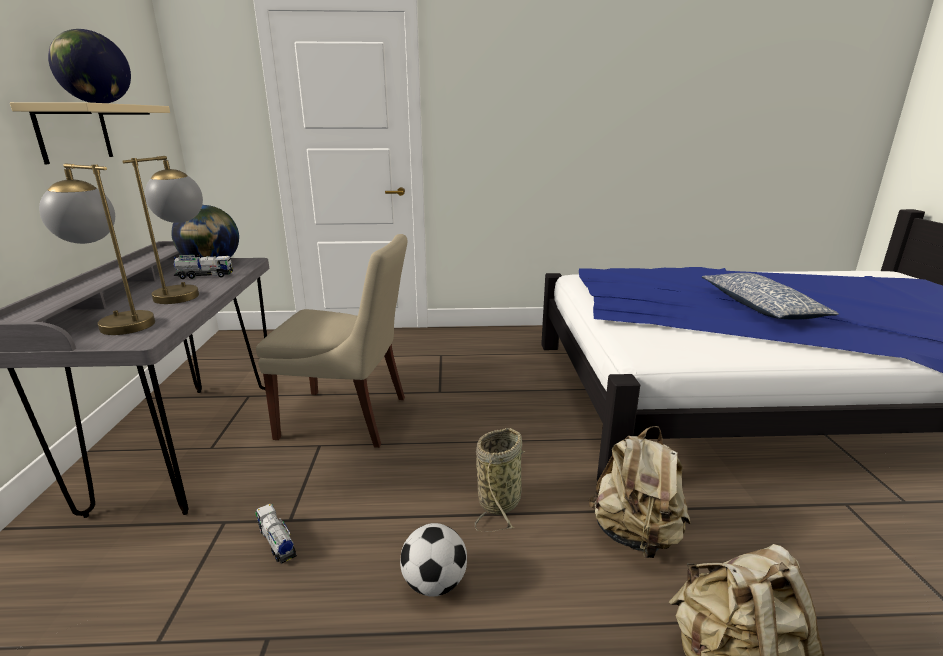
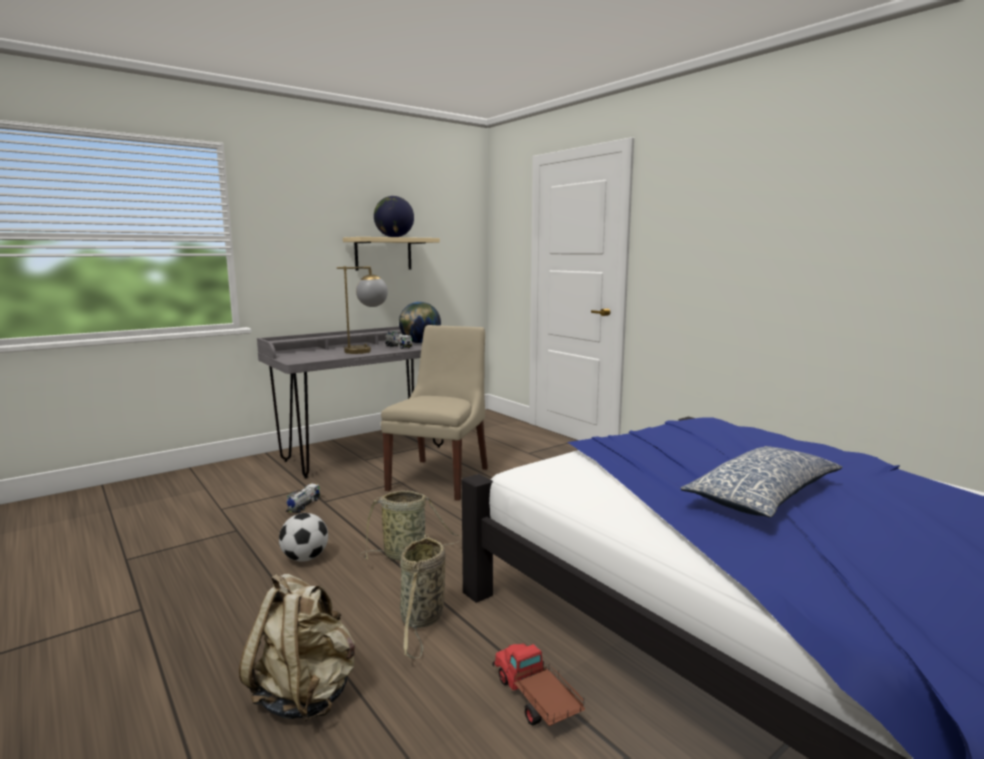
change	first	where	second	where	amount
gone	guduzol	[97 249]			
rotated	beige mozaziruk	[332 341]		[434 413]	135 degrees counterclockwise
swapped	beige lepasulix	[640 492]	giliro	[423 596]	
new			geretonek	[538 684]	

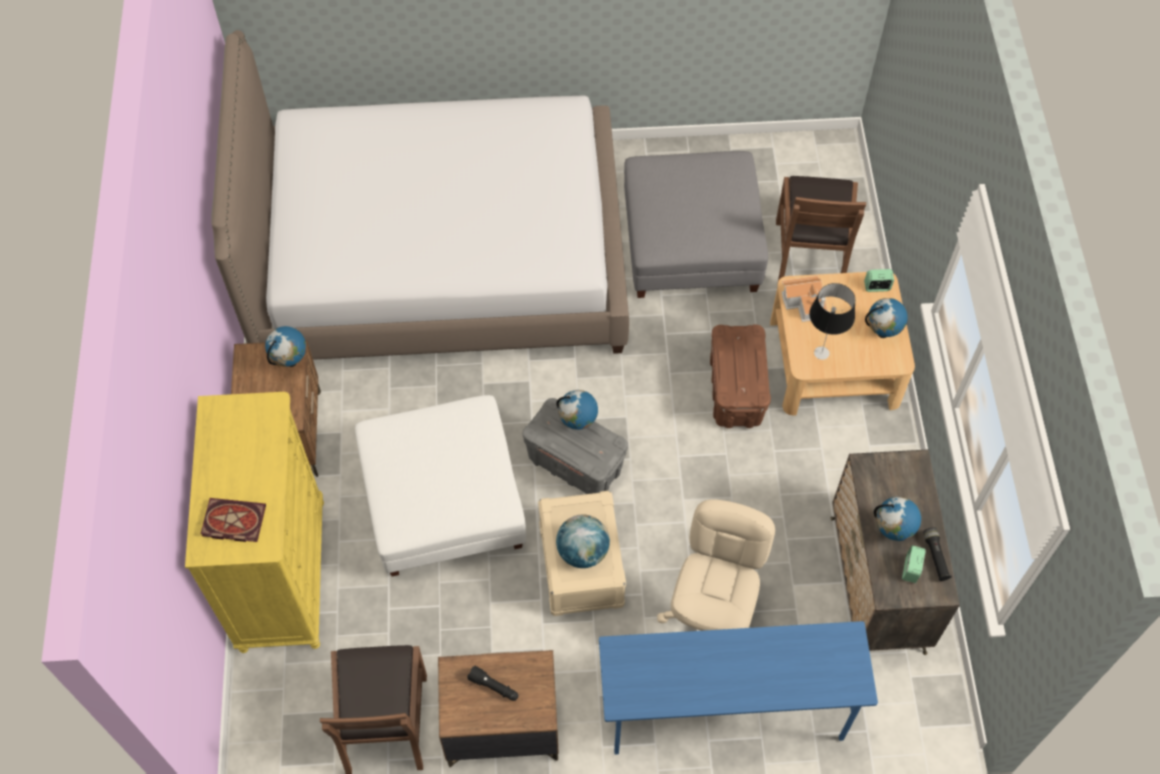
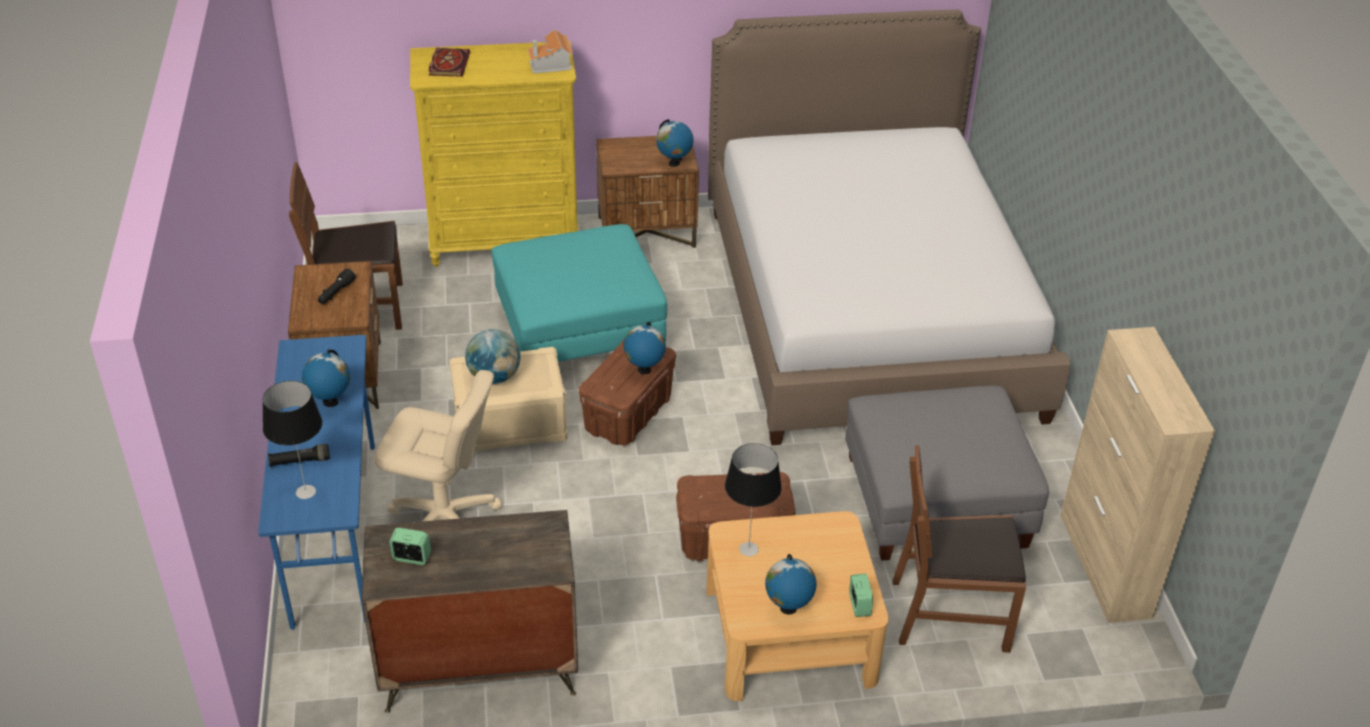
change	first	where	second	where	amount
shifted	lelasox	[804 299]		[550 51]	
repainted	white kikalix	[440 485]	turquoise kikalix	[579 293]	
repainted	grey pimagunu	[575 446]	brown pimagunu	[627 392]	
shifted	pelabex	[897 519]		[326 378]	
shifted	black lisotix	[937 554]		[299 455]	
new			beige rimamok	[1137 475]	
new			guduzol	[292 440]	

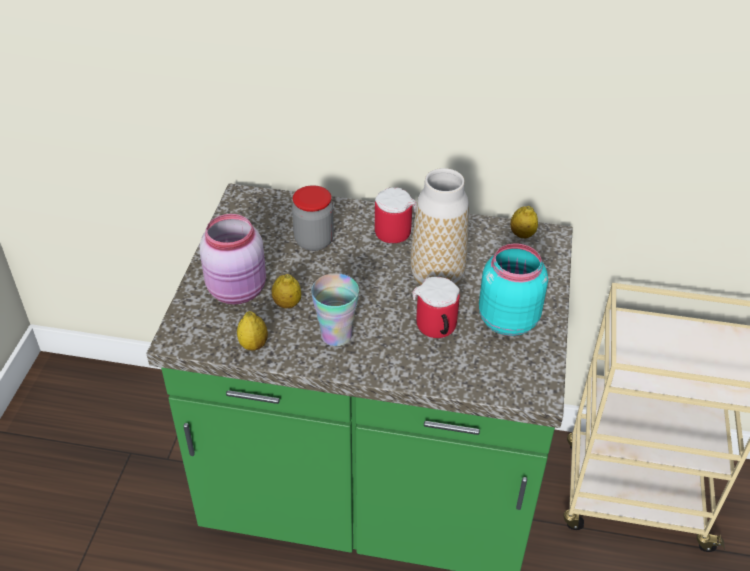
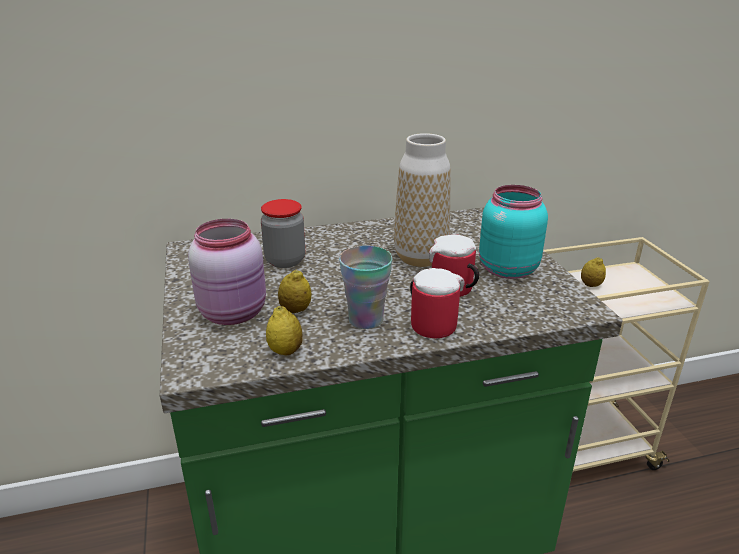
change	first	where	second	where	amount
shifted	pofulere	[396 215]		[437 303]	
shifted	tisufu	[524 222]		[593 272]	

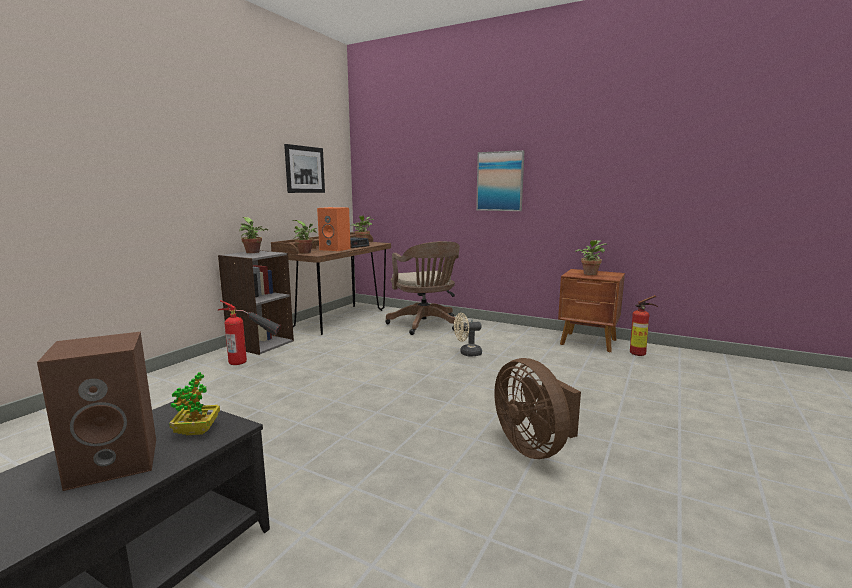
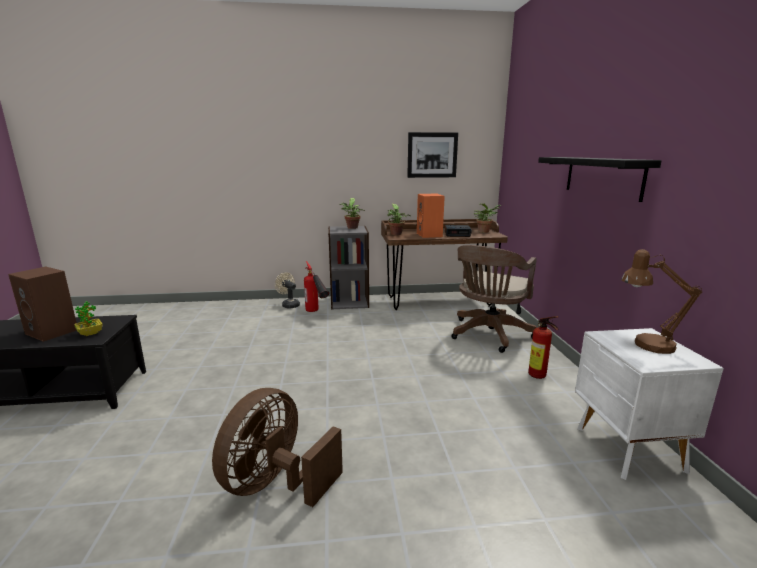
change	first	where	second	where	amount
swapped	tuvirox	[500 180]	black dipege	[600 179]	
swapped	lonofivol	[591 257]	brown guduzol	[662 301]	
repainted	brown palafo	[591 310]	white palafo	[649 404]	
shifted	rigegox	[644 325]		[543 347]	
shifted	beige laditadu	[468 334]		[287 290]	

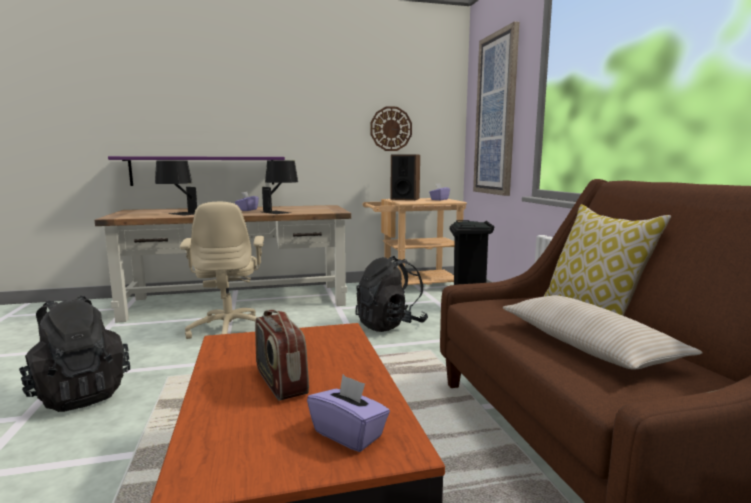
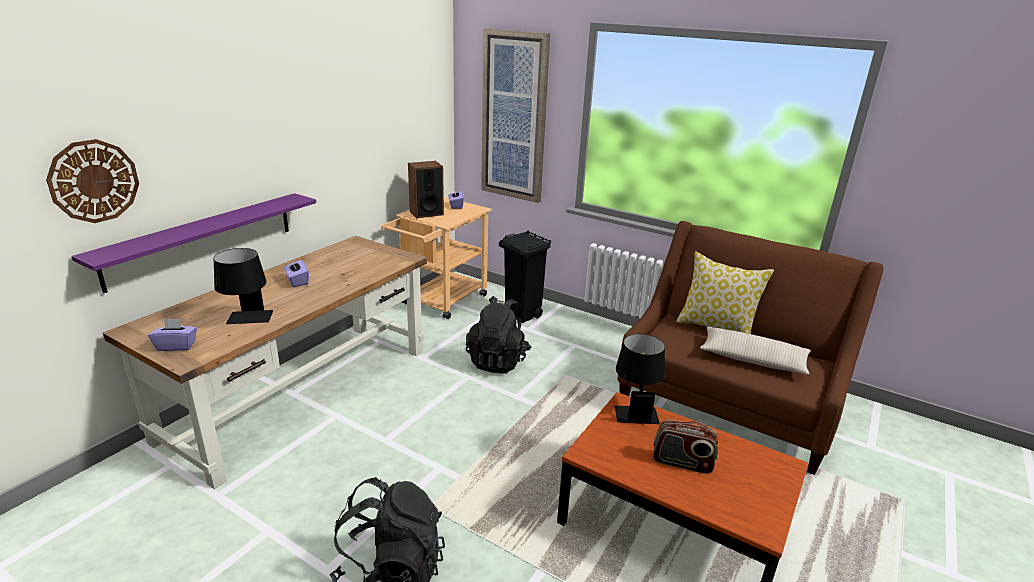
change	first	where	second	where	amount
shifted	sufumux	[391 128]		[92 181]	
shifted	black guduzol	[280 187]		[639 379]	
gone	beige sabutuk	[222 270]			
shifted	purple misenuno	[348 413]		[172 335]	

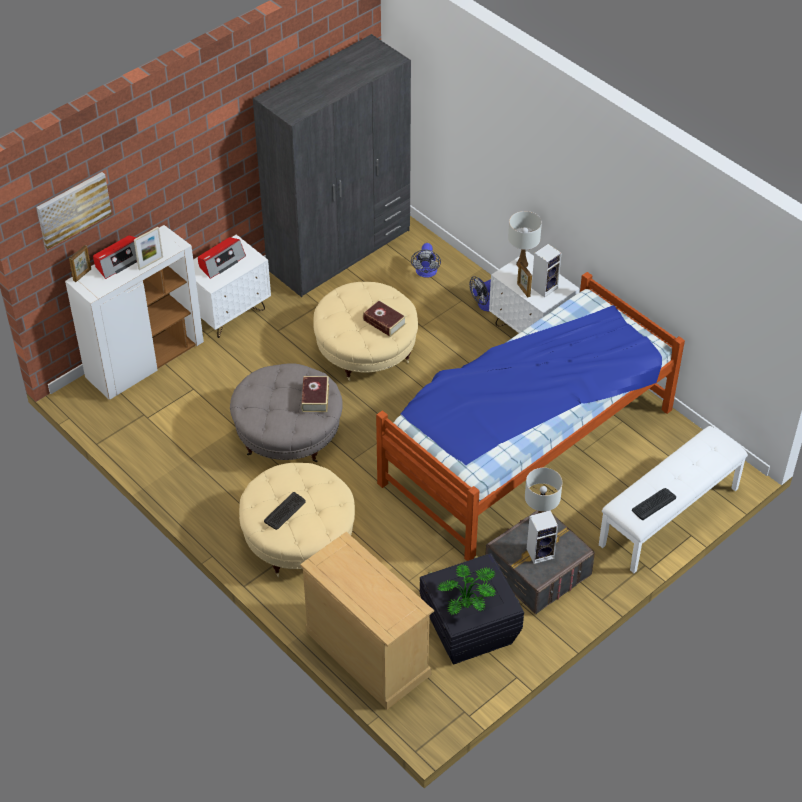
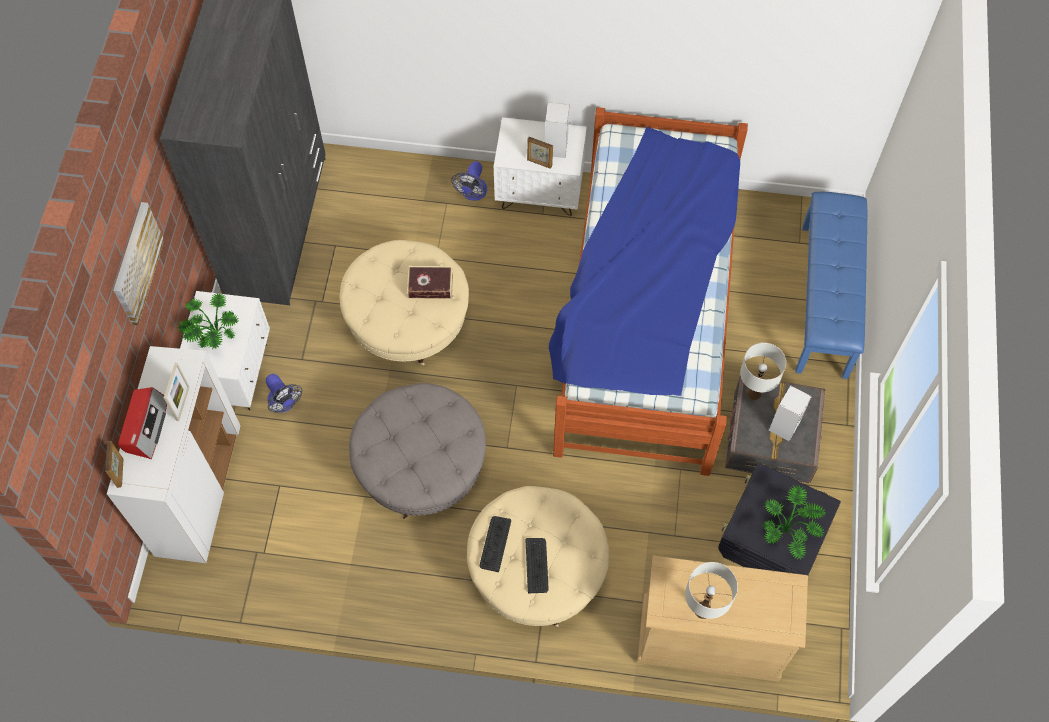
change	first	where	second	where	amount
shifted	tuvirox	[74 210]		[138 263]	
shifted	white guduzol	[525 239]		[711 590]	
swapped	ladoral	[222 258]	lonofivol	[207 321]	
shifted	laditadu	[426 260]		[284 393]	
gone	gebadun	[315 394]			
repainted	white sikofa	[673 499]	blue sikofa	[831 285]	
shifted	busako	[654 504]		[495 544]	

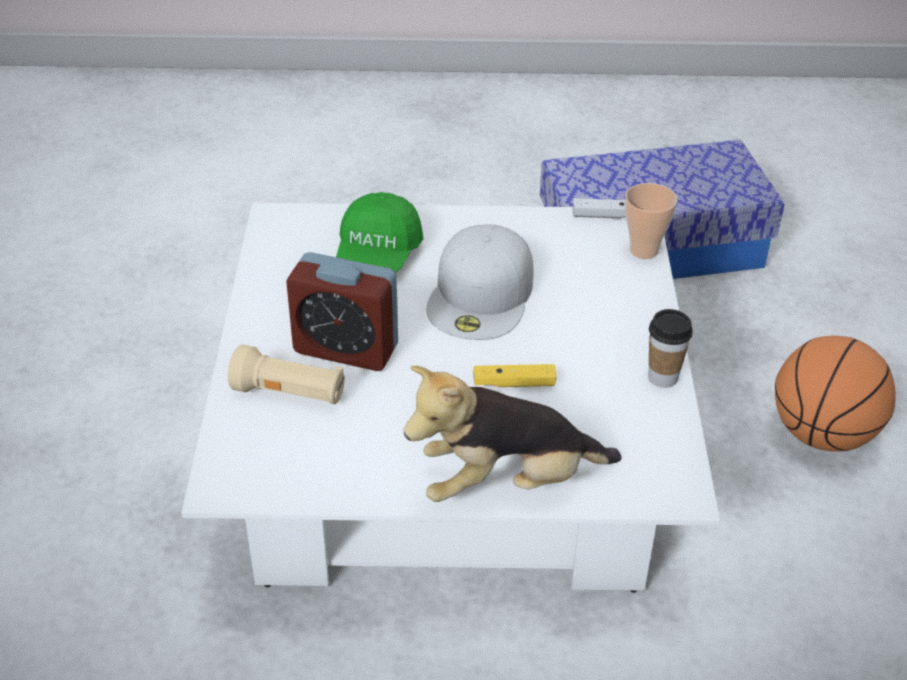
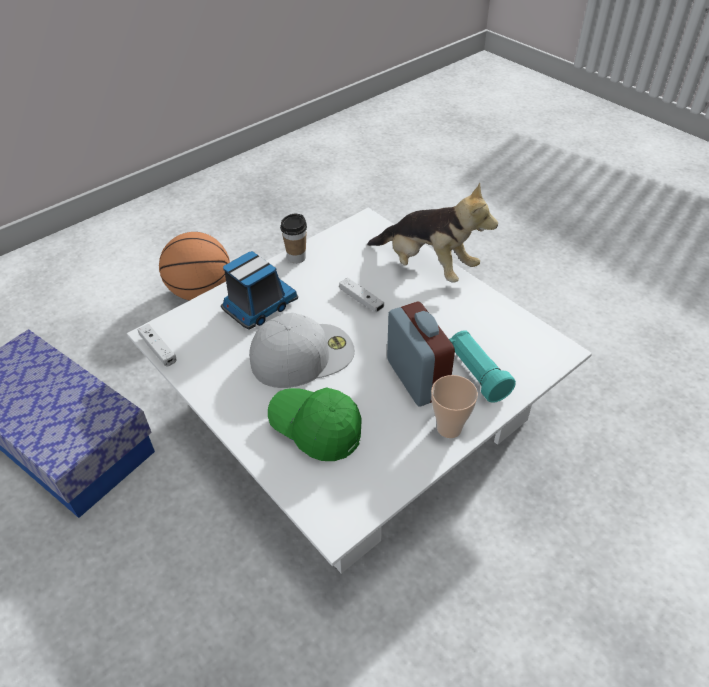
change	first	where	second	where	amount
shifted	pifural	[651 221]		[454 406]	
rotated	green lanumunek	[379 232]		[315 424]	120 degrees counterclockwise
repainted	beige lisotix	[286 374]	turquoise lisotix	[482 366]	
repainted	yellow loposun	[515 375]	white loposun	[361 295]	
new			geretonek	[259 290]	

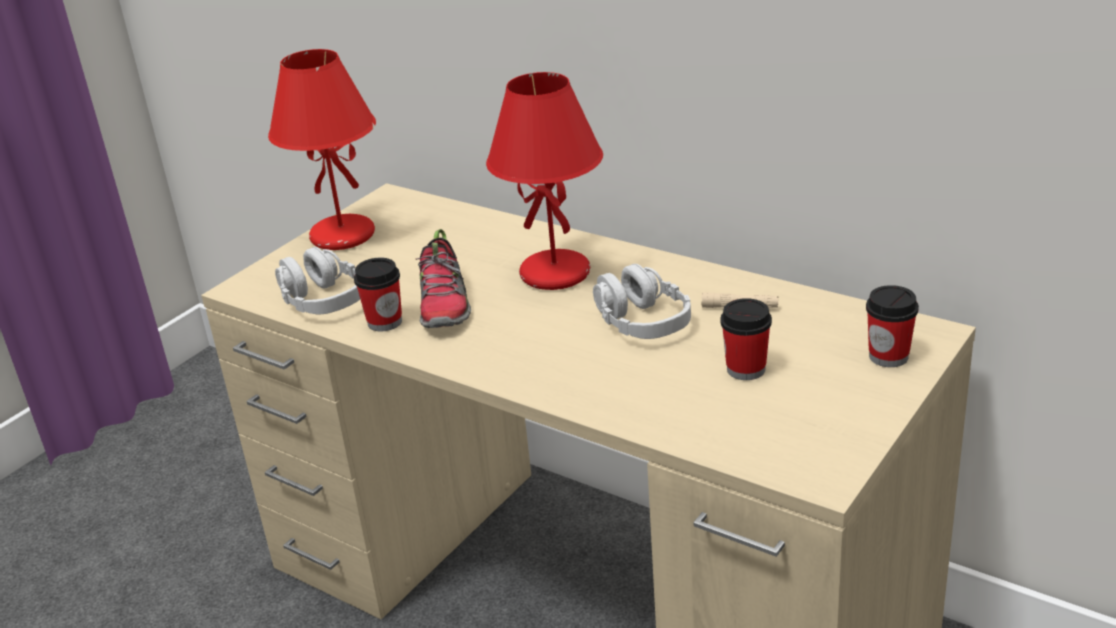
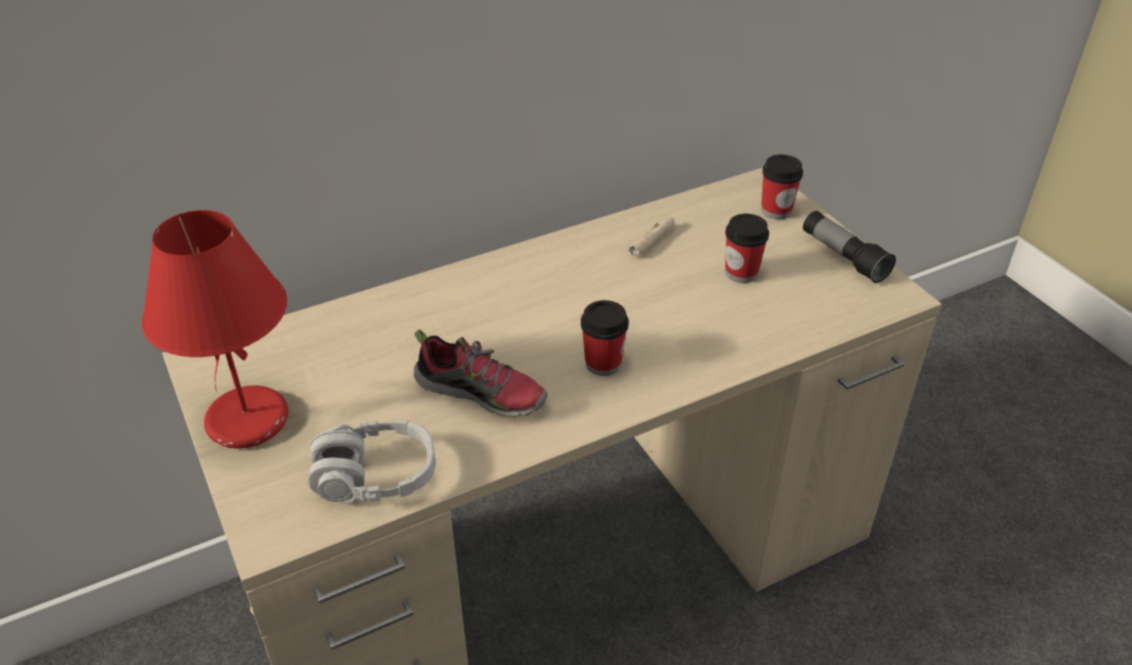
change	first	where	second	where	amount
gone	red guduzol	[544 181]			
shifted	pifural	[378 294]		[605 338]	
gone	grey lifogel	[642 301]			
new			lisotix	[849 247]	

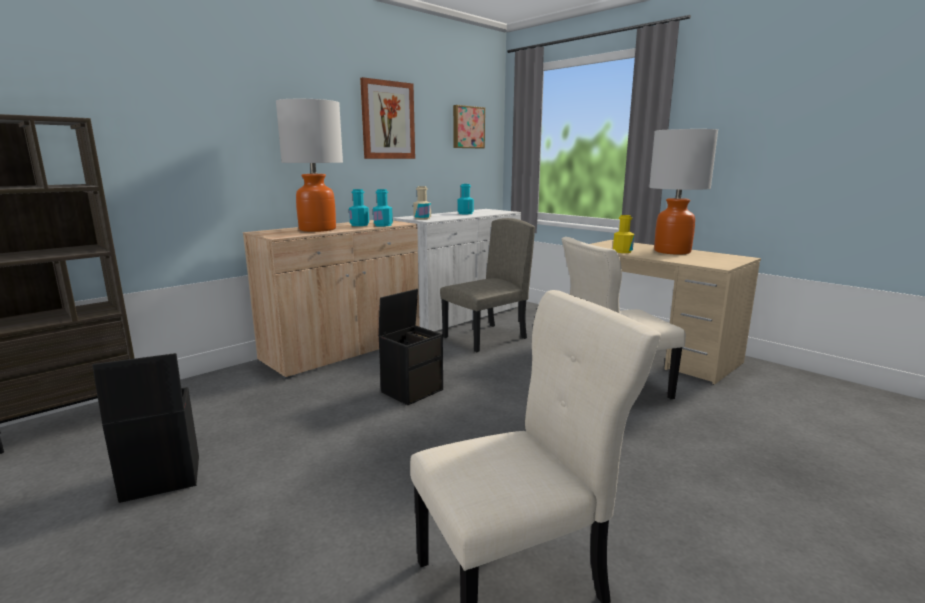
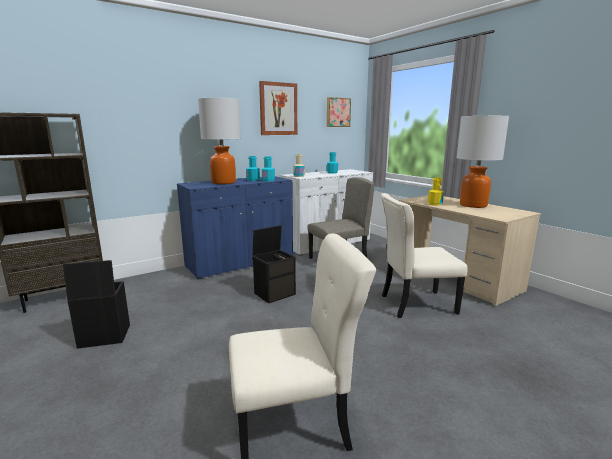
change	first	where	second	where	amount
repainted	beige rimamok	[331 299]	blue rimamok	[235 228]	

